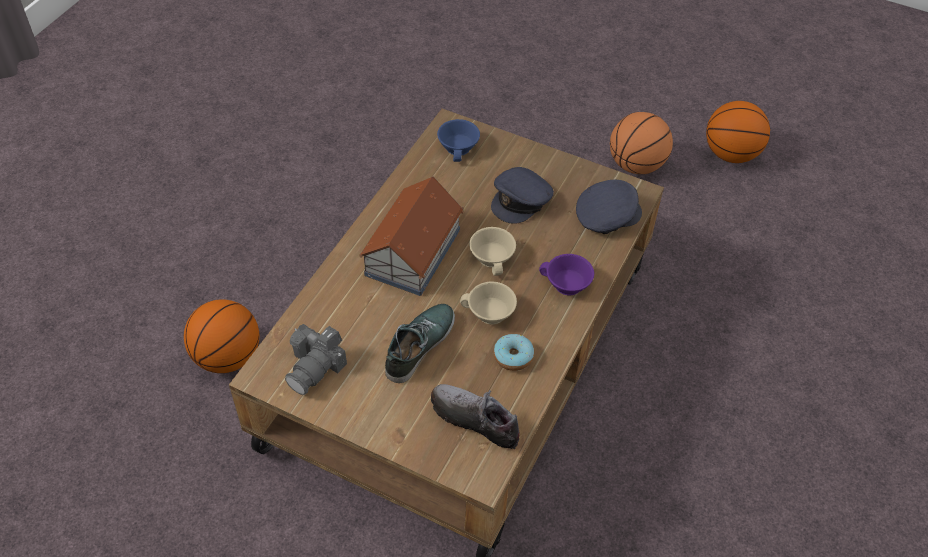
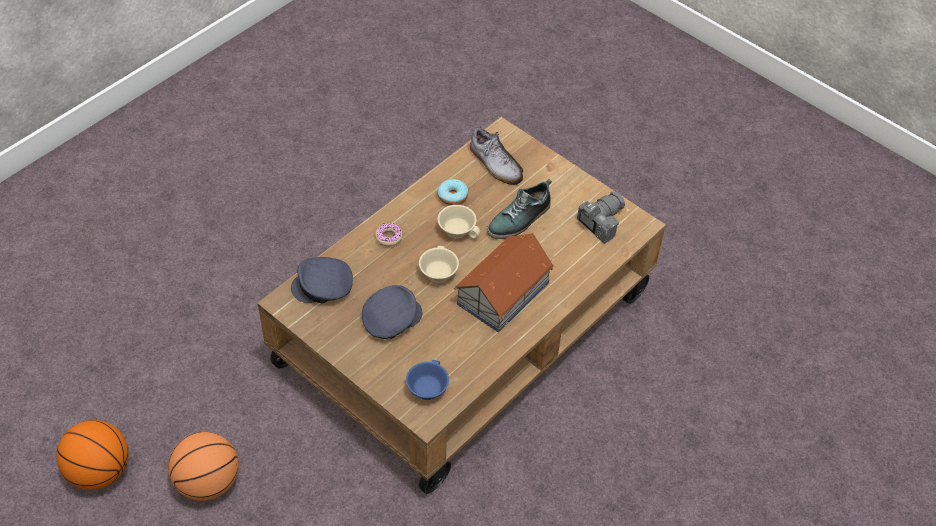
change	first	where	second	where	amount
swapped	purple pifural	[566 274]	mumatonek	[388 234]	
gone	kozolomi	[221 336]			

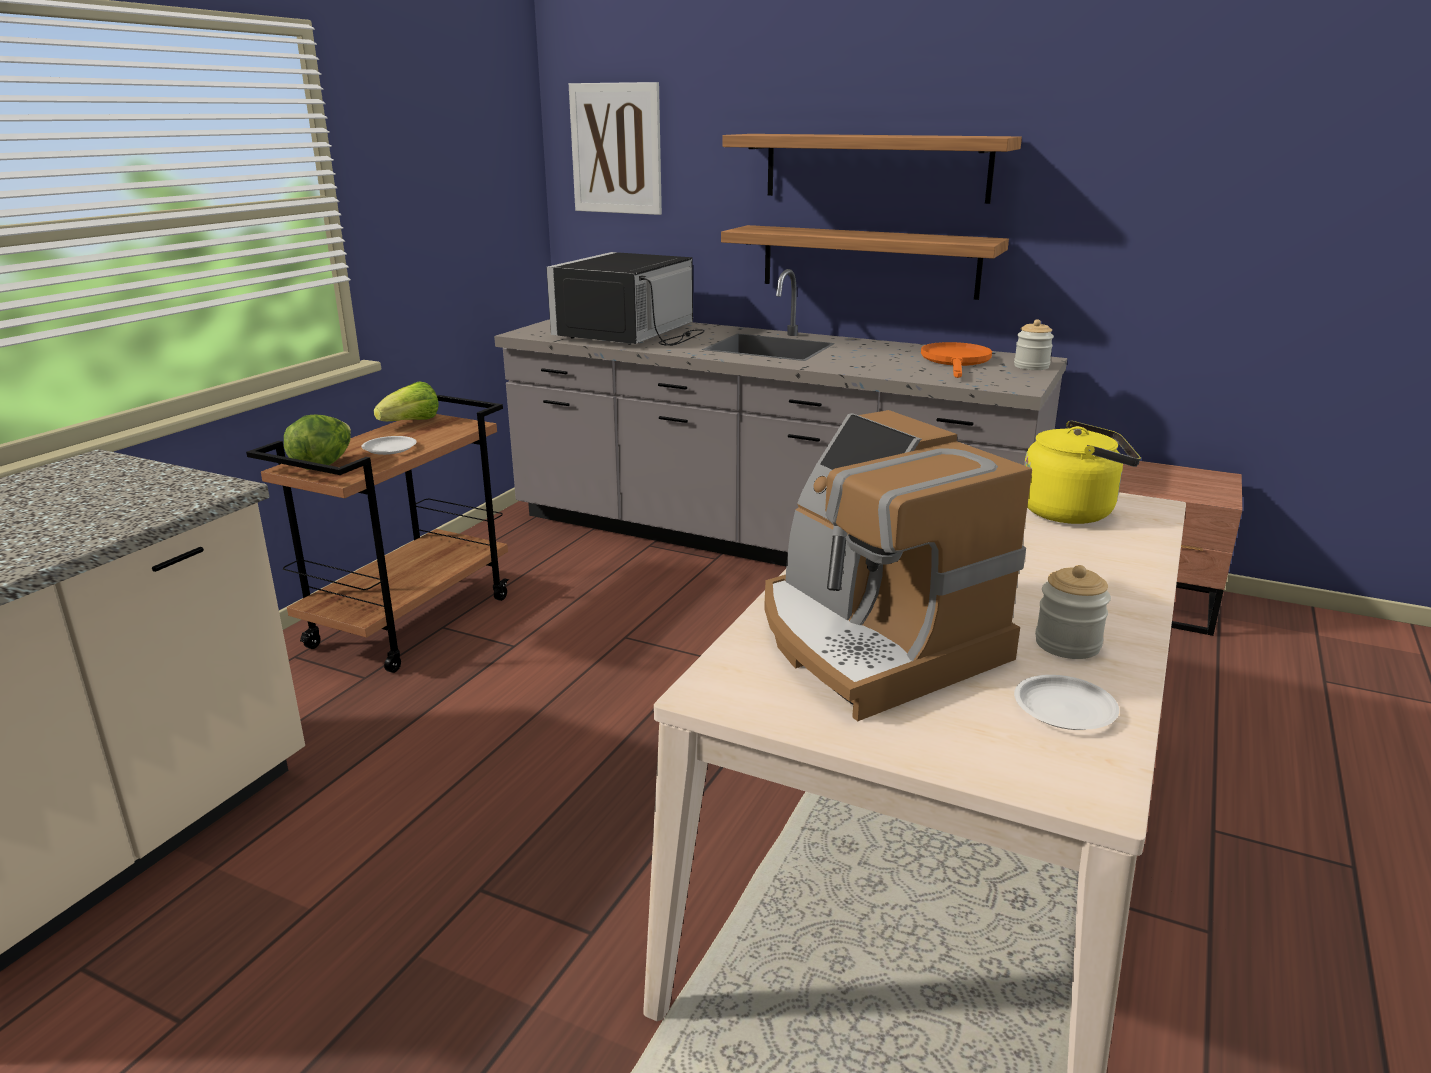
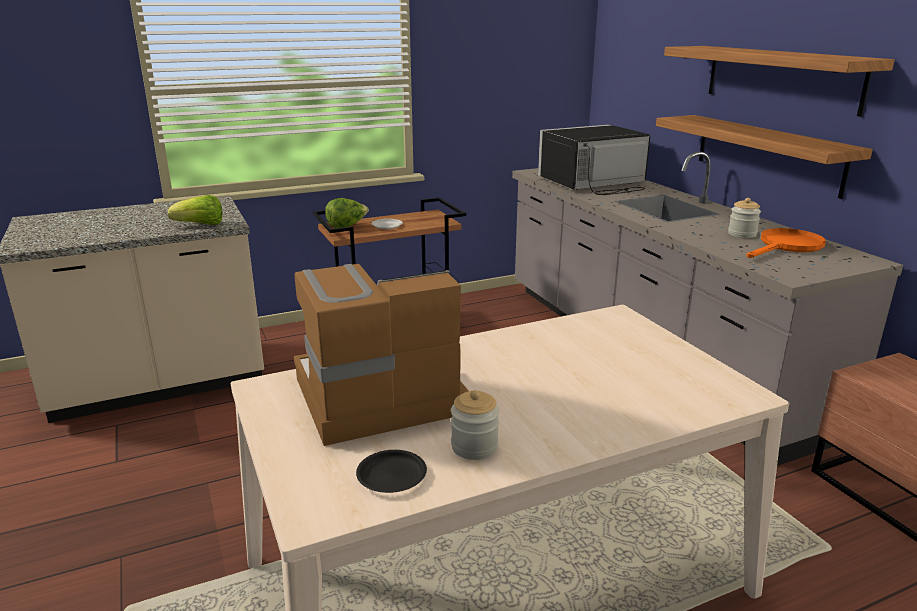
change	first	where	second	where	amount
gone	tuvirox	[615 148]			
shifted	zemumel	[1034 344]		[744 218]	
shifted	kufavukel	[406 401]		[195 210]	
rotated	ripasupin	[898 565]		[381 355]	60 degrees clockwise
gone	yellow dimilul	[1082 472]			
repainted	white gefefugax	[1066 702]	black gefefugax	[391 471]	

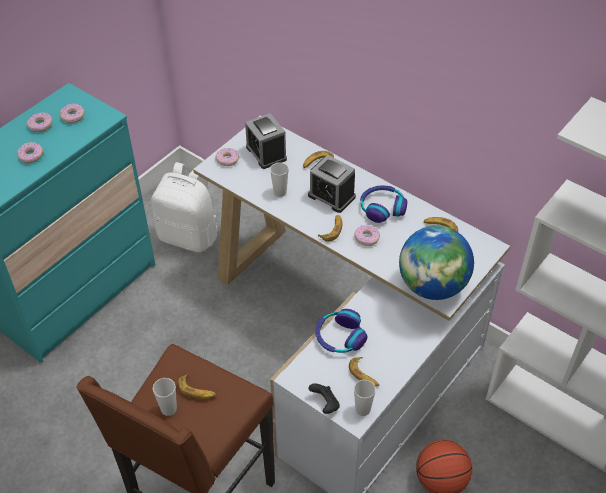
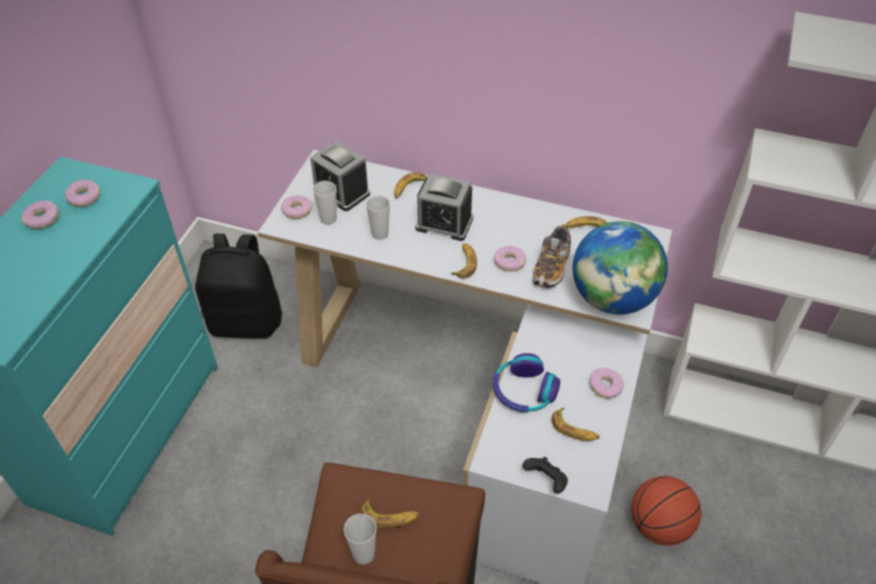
change	first	where	second	where	amount
shifted	mumatonek	[30 152]		[607 383]	
repainted	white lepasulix	[184 207]	black lepasulix	[238 286]	
gone	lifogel	[383 204]			
shifted	pifural	[365 398]		[325 203]	
new			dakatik	[552 256]	

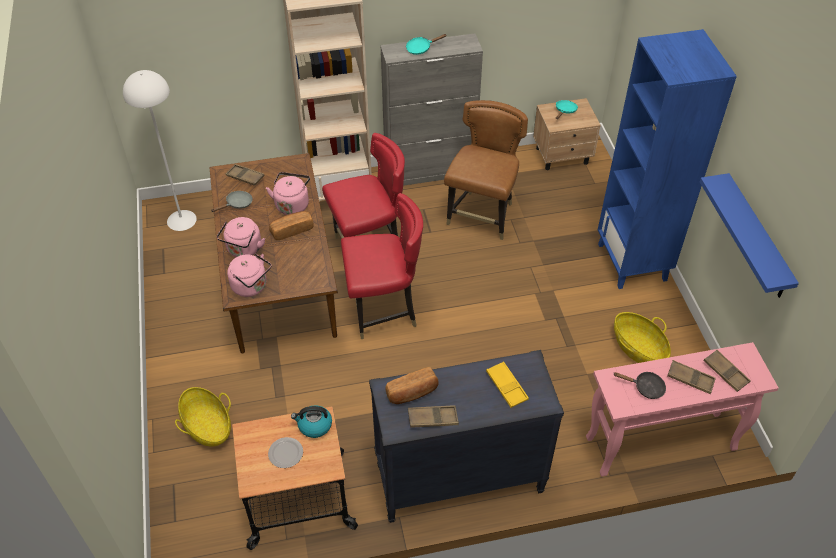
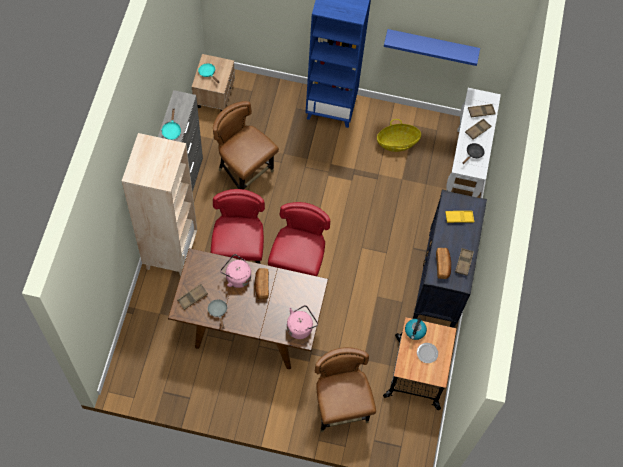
change	first	where	second	where	amount
gone	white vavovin	[160 150]			
gone	pink dimilul	[241 237]			
repainted	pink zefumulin	[682 409]	white zefumulin	[473 142]	
swapped	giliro	[203 416]	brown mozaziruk	[345 389]	

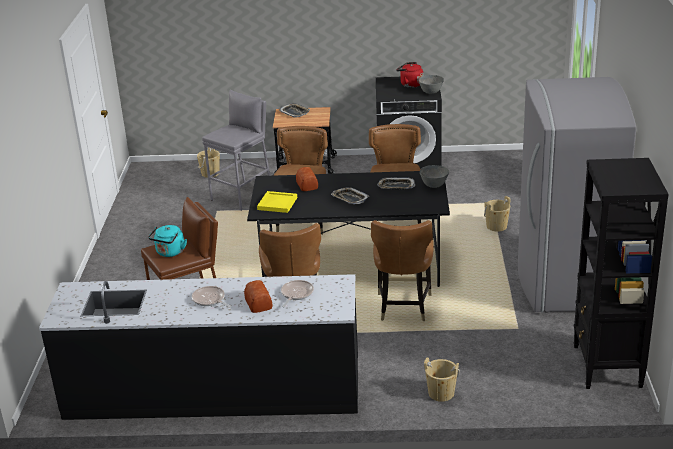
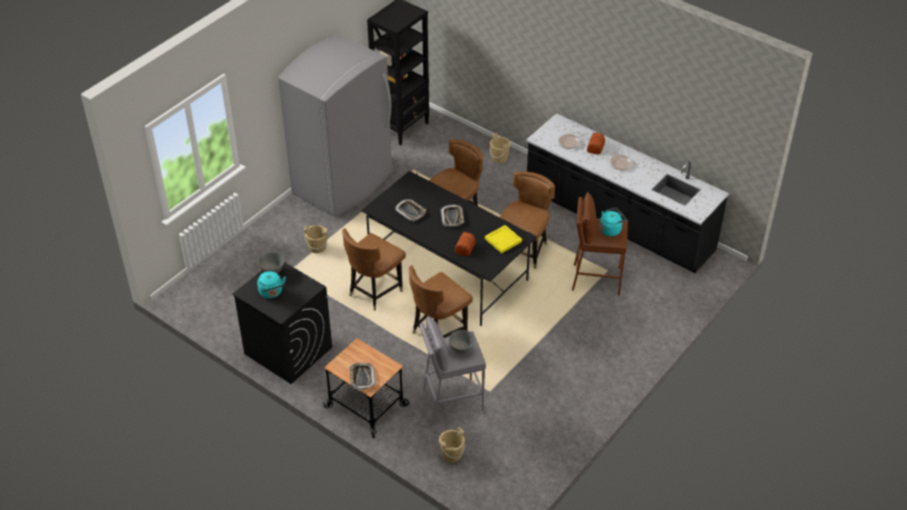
change	first	where	second	where	amount
repainted	red dimilul	[409 75]	turquoise dimilul	[271 284]	
shifted	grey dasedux	[434 176]		[462 342]	

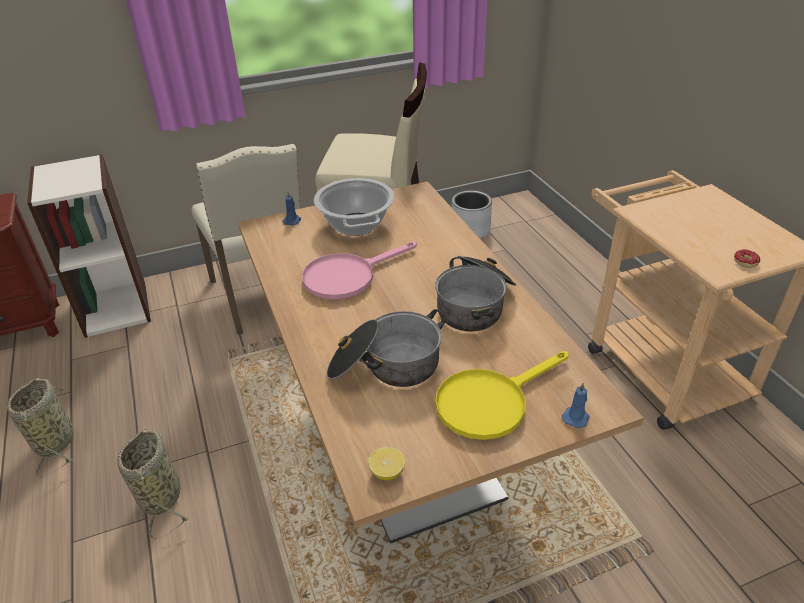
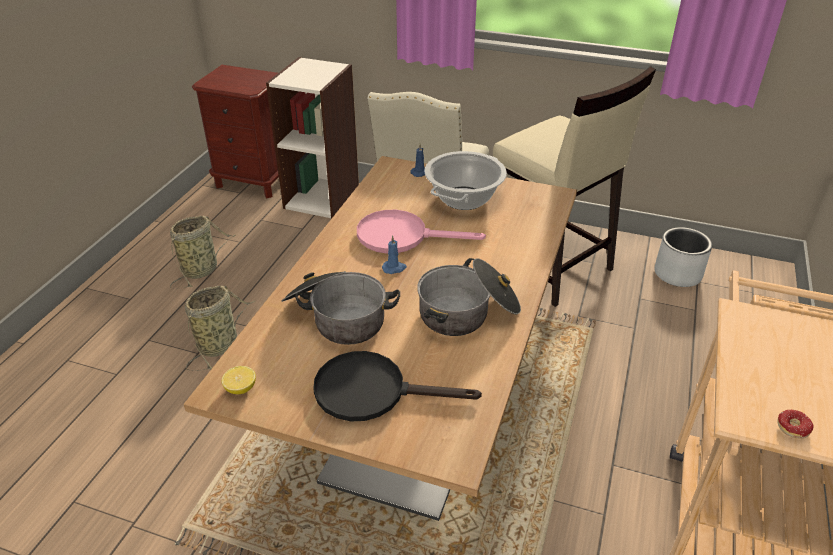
change	first	where	second	where	amount
repainted	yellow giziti	[502 395]	black giziti	[397 386]	
shifted	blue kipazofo	[576 405]		[394 254]	

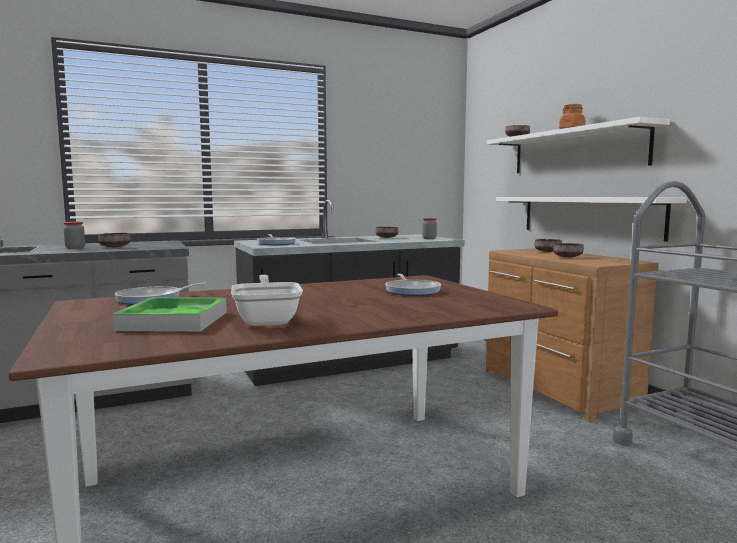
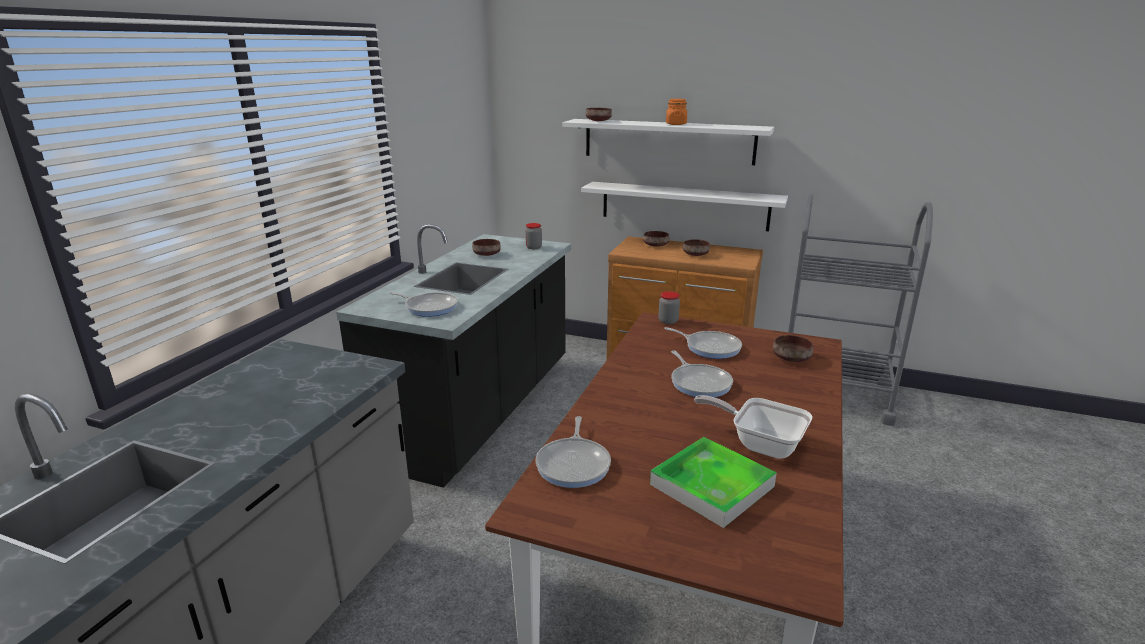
change	first	where	second	where	amount
shifted	zemumel	[74 235]		[669 308]	
shifted	brown dasedux	[114 240]		[793 348]	
new			giziti	[702 373]	

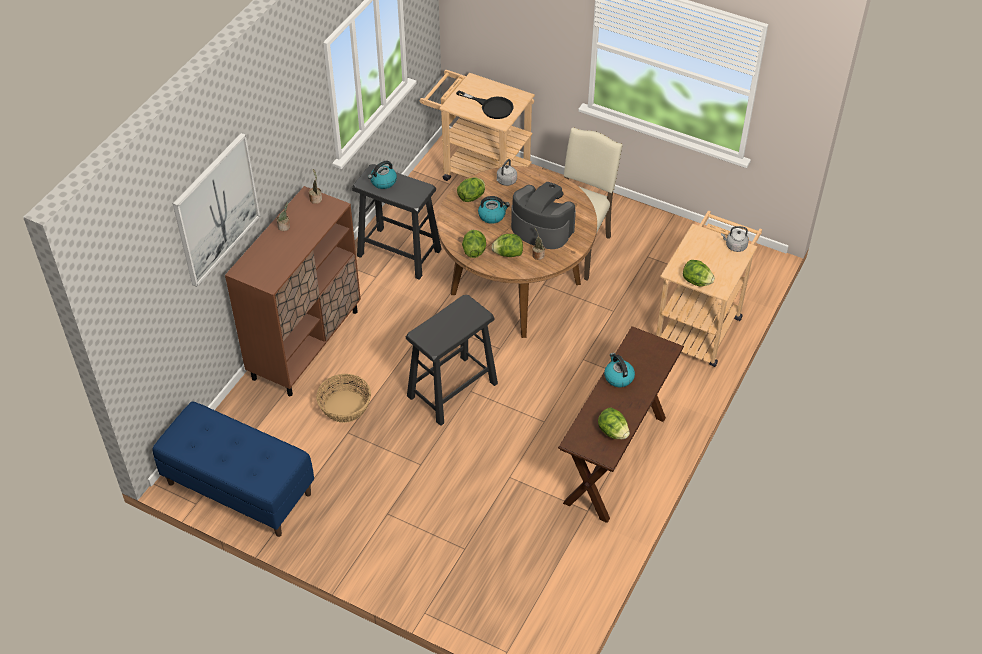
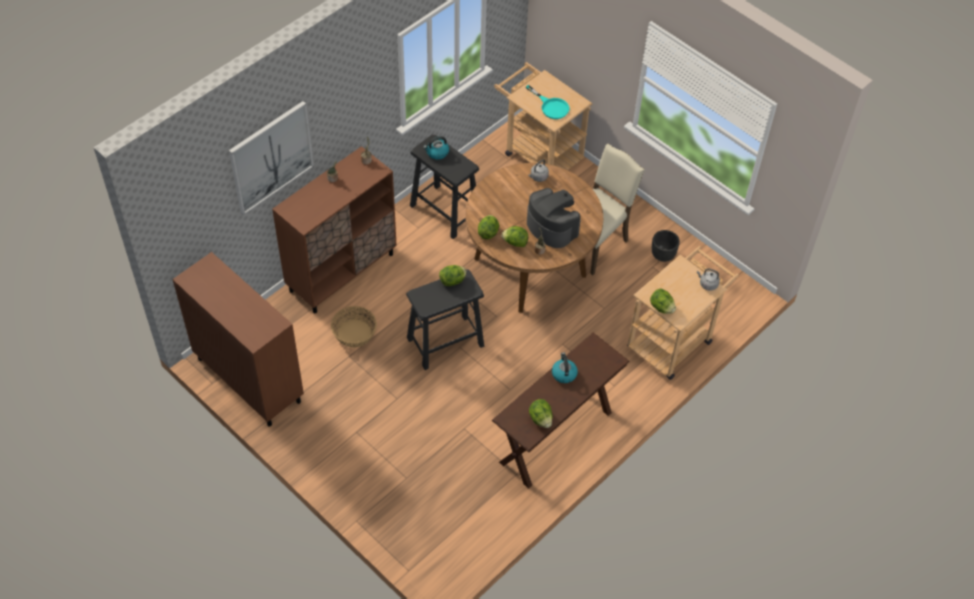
change	first	where	second	where	amount
repainted	black giziti	[485 104]	turquoise giziti	[547 102]	
shifted	kufavukel	[471 189]		[452 275]	
gone	dimilul	[494 210]			
swapped	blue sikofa	[233 469]	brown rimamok	[238 339]	
new			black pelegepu	[666 246]	

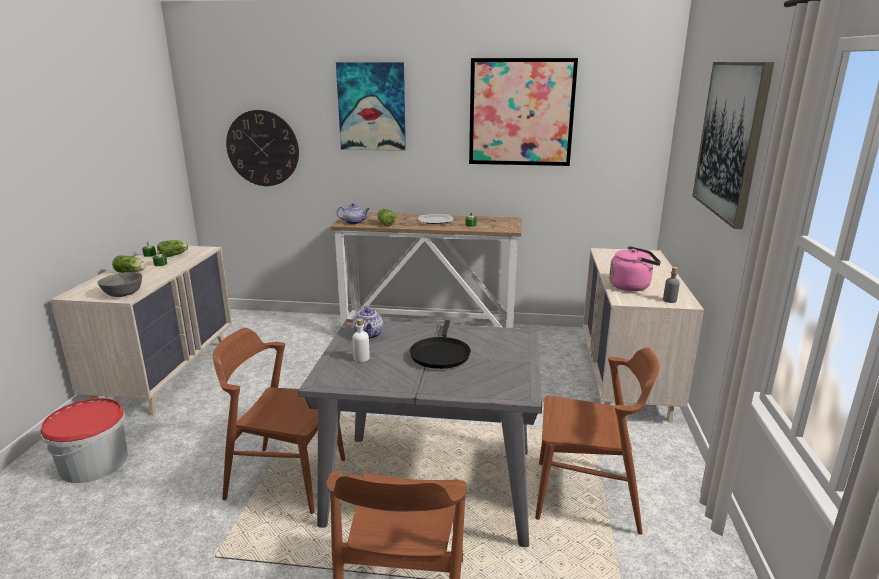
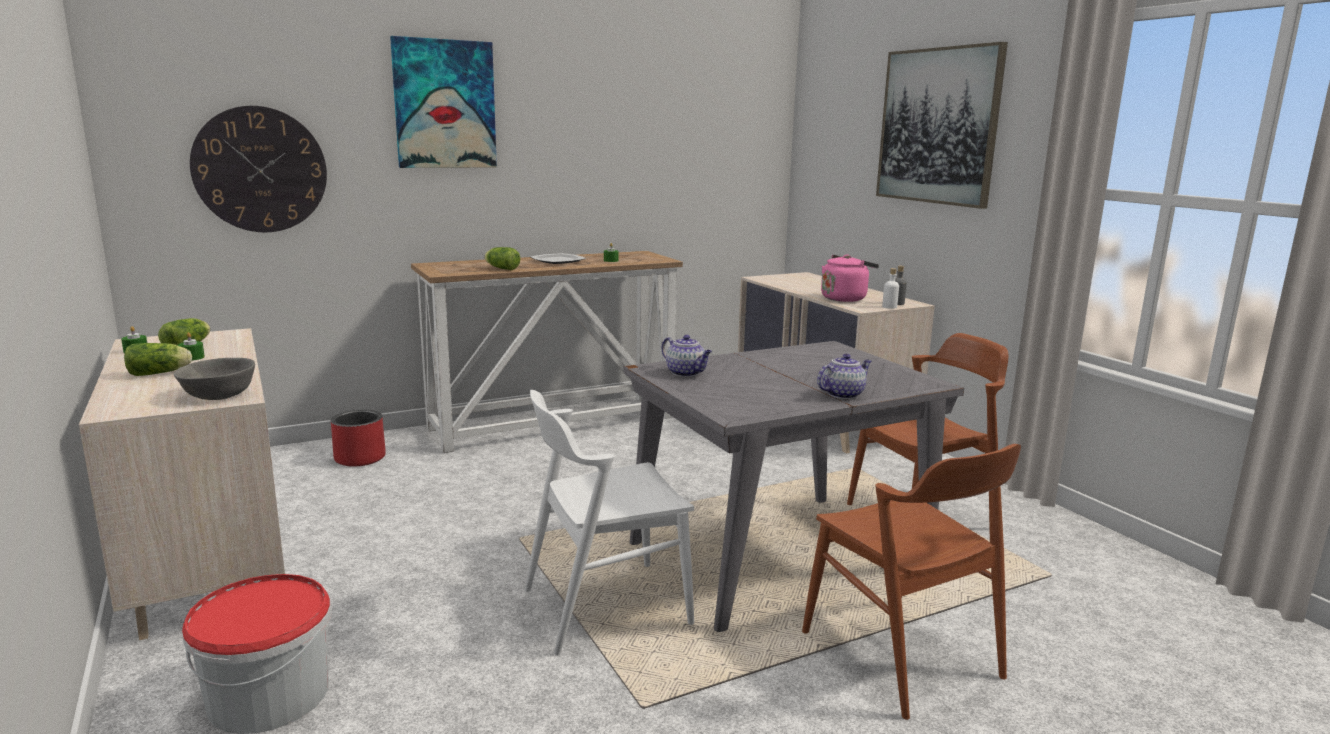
change	first	where	second	where	amount
gone	tuvirox	[523 112]			
shifted	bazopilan	[353 214]		[844 376]	
shifted	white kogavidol	[361 340]		[890 288]	
gone	black giziti	[440 344]			
repainted	brown mozaziruk	[279 421]	white mozaziruk	[609 522]	
new			red pelegepu	[358 438]	

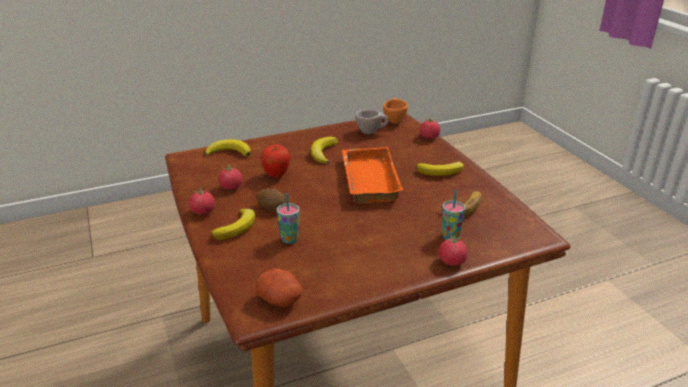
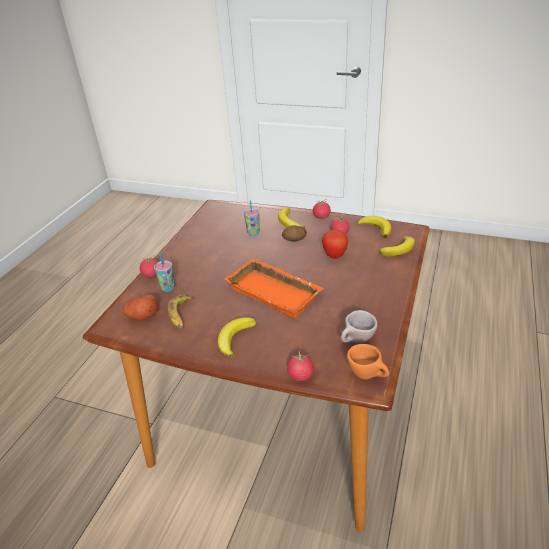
change	first	where	second	where	amount
shifted	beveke	[324 150]		[374 226]	
shifted	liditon	[279 287]		[141 307]	

